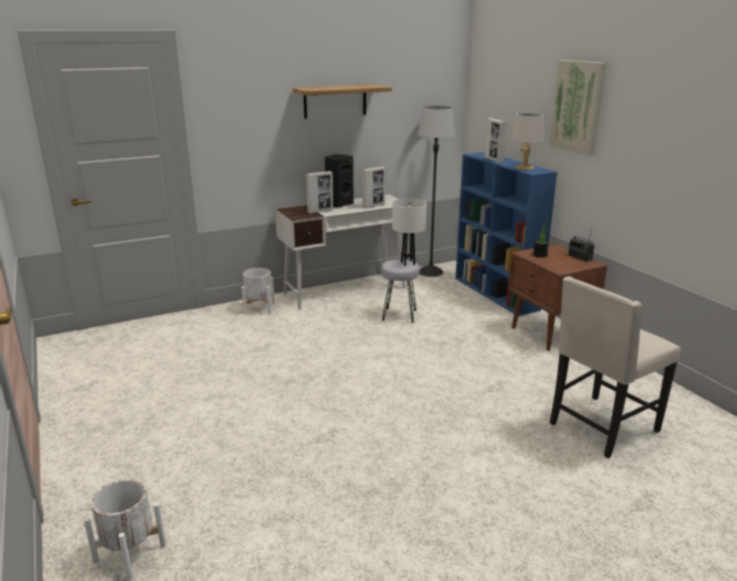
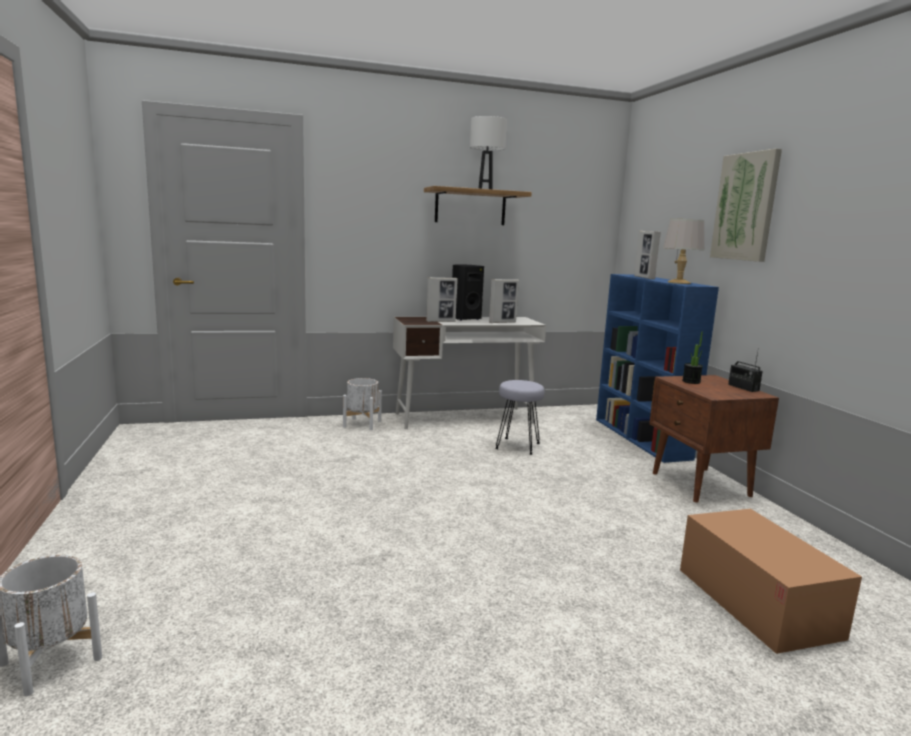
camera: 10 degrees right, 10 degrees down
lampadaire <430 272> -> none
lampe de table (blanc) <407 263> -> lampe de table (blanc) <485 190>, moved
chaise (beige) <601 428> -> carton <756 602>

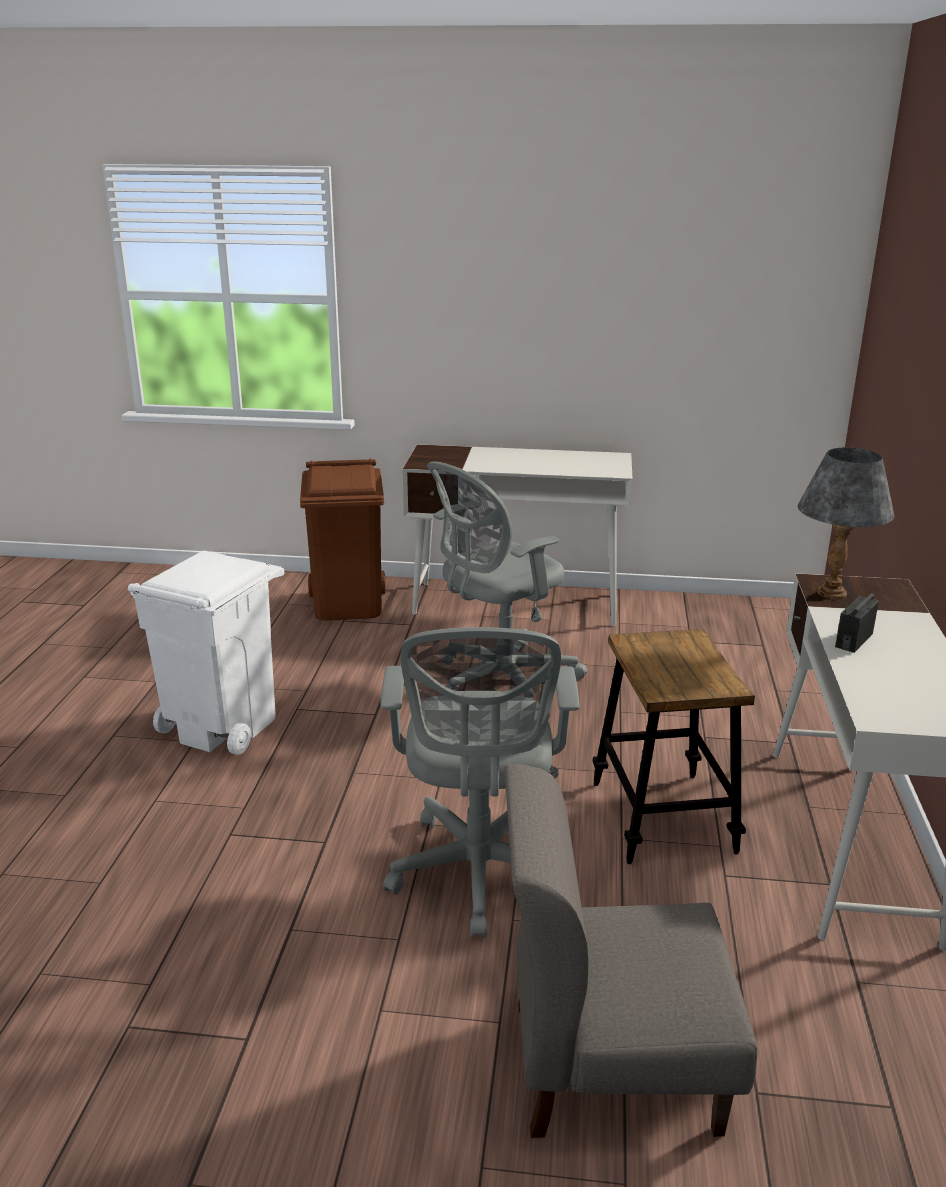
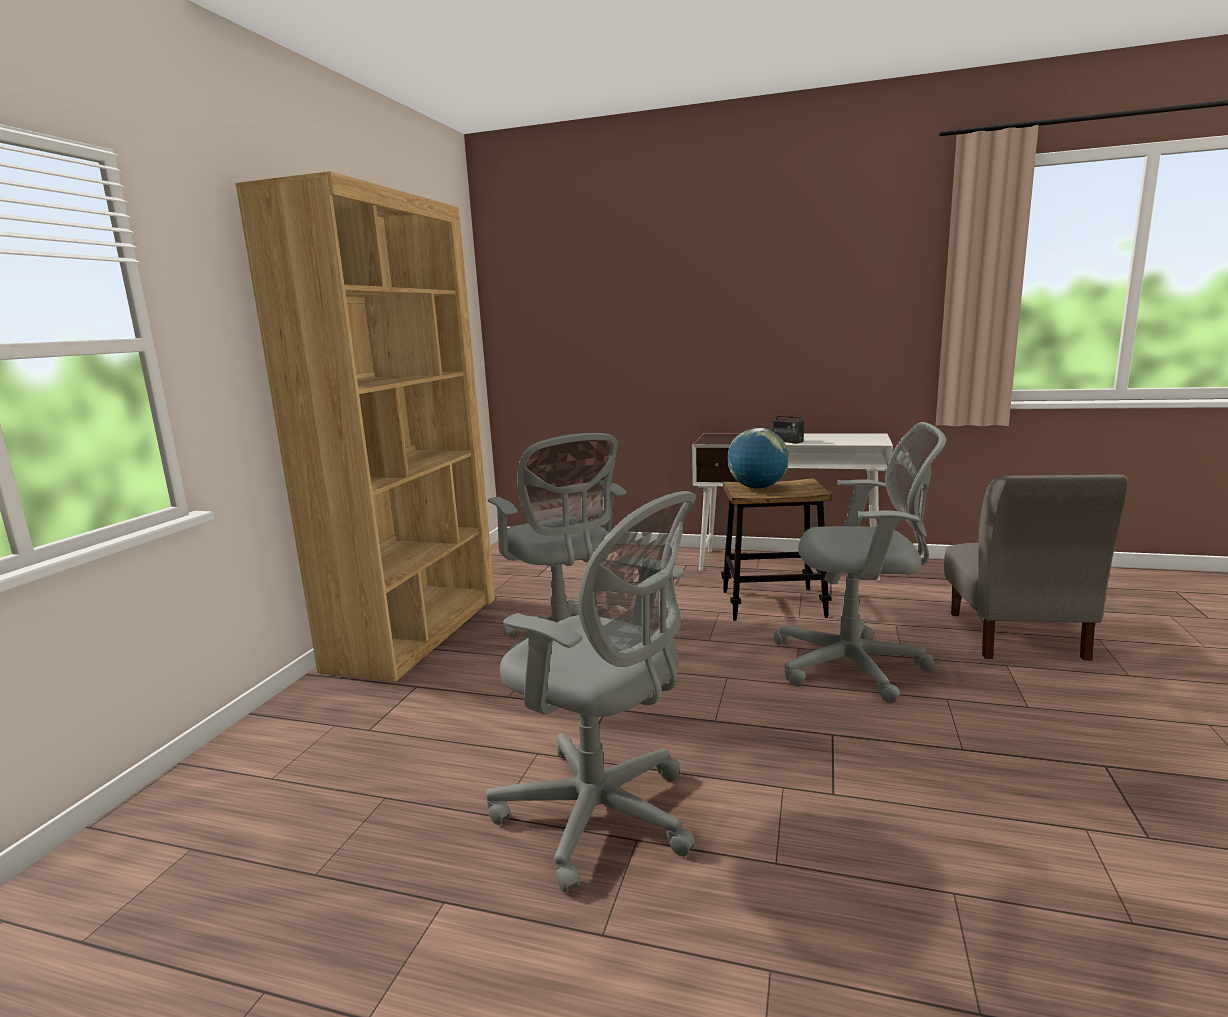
camera: 80 degrees left, 10 degrees down
bureau (blanc) <517 603> -> bibliothèque (marron) <416 631>
lampe de table (gris) <831 593> -> none
poubelle (marron) <348 604> -> none
poubelle (blanc) <222 726> -> chaise de bureau (gris) <603 816>
none -> globe <757 488>

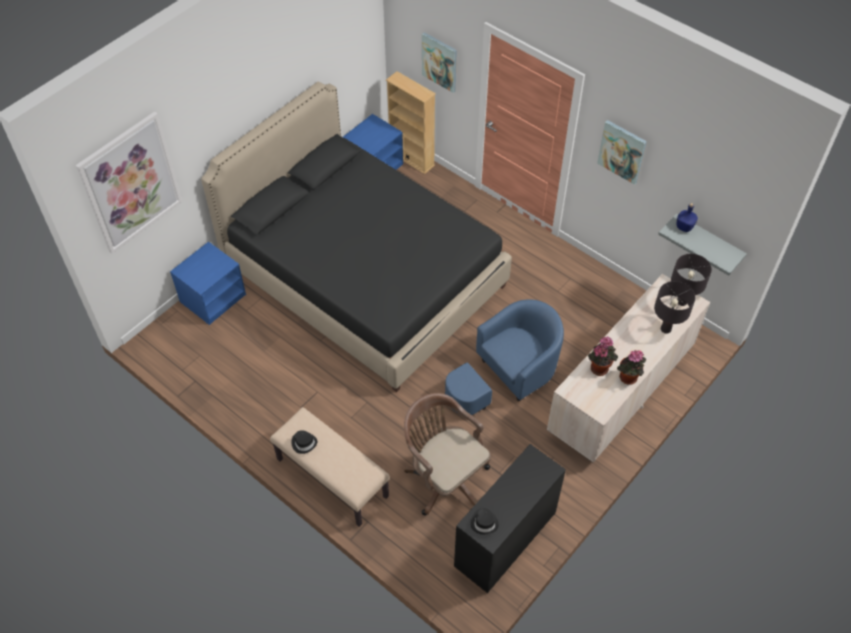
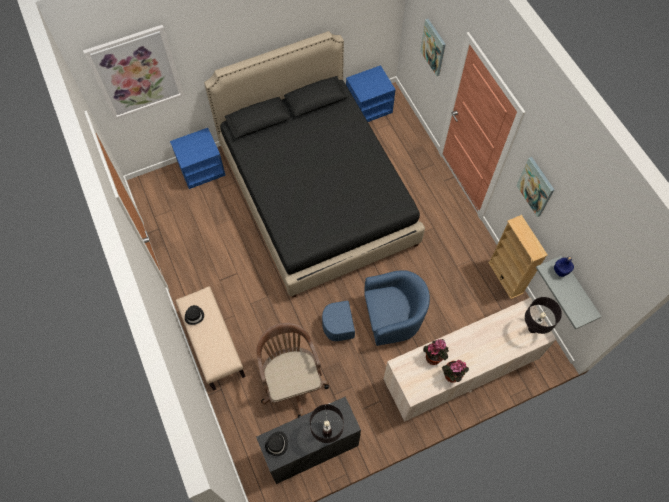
camera: 25 degrees right, 10 degrees up
bibliothèque (beige) <411 158> -> bibliothèque (beige) <505 277>, moved
lampe de table (noir) <665 329> -> lampe de table (noir) <327 432>, moved

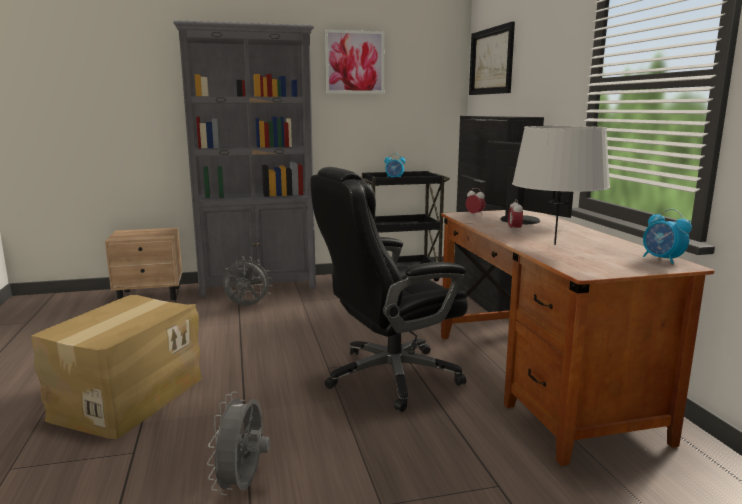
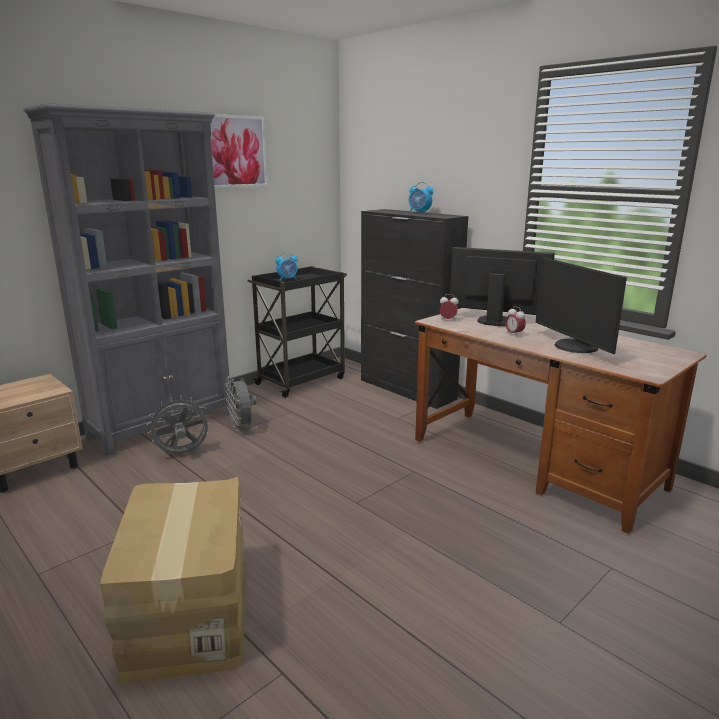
camera: 30 degrees left, 5 degrees up
tableau <491 61> -> none
lampe de table (gris) <555 245> -> écran d'ordinateur <574 347>
chaise de bureau (noir) <389 376> -> none
réveil <662 260> -> réveil <419 213>, moved
ventilateur (gris) <243 486> -> ventilateur (gris) <242 427>, moved

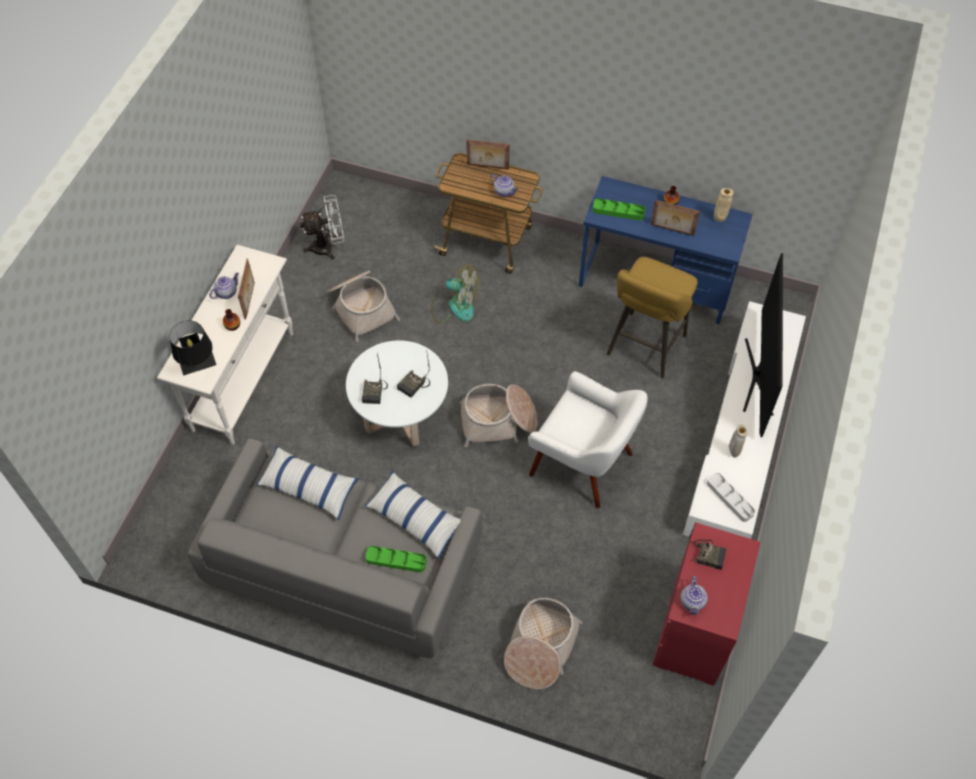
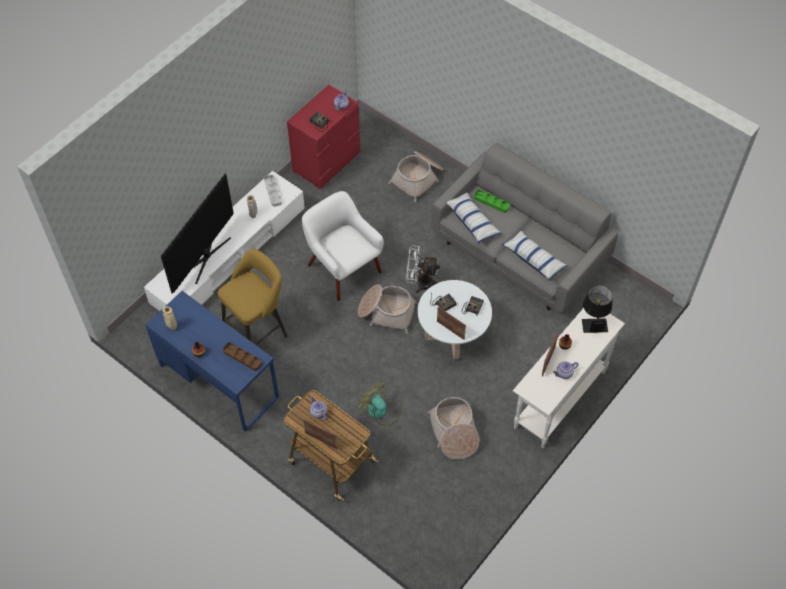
camera: 160 degrees left, 0 degrees up
ventilateur (blanc) <328 247> -> ventilateur (blanc) <420 282>, moved
plateau (vert) <618 211> -> plateau (marron) <242 358>
cadre photo <672 230> -> cadre photo <451 330>, moved

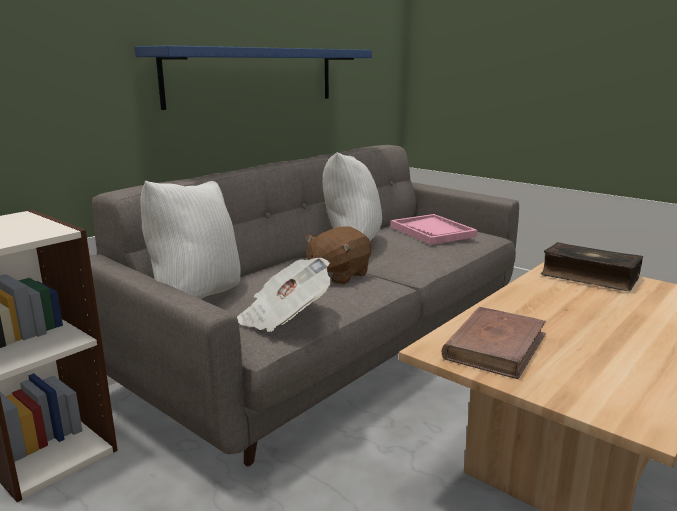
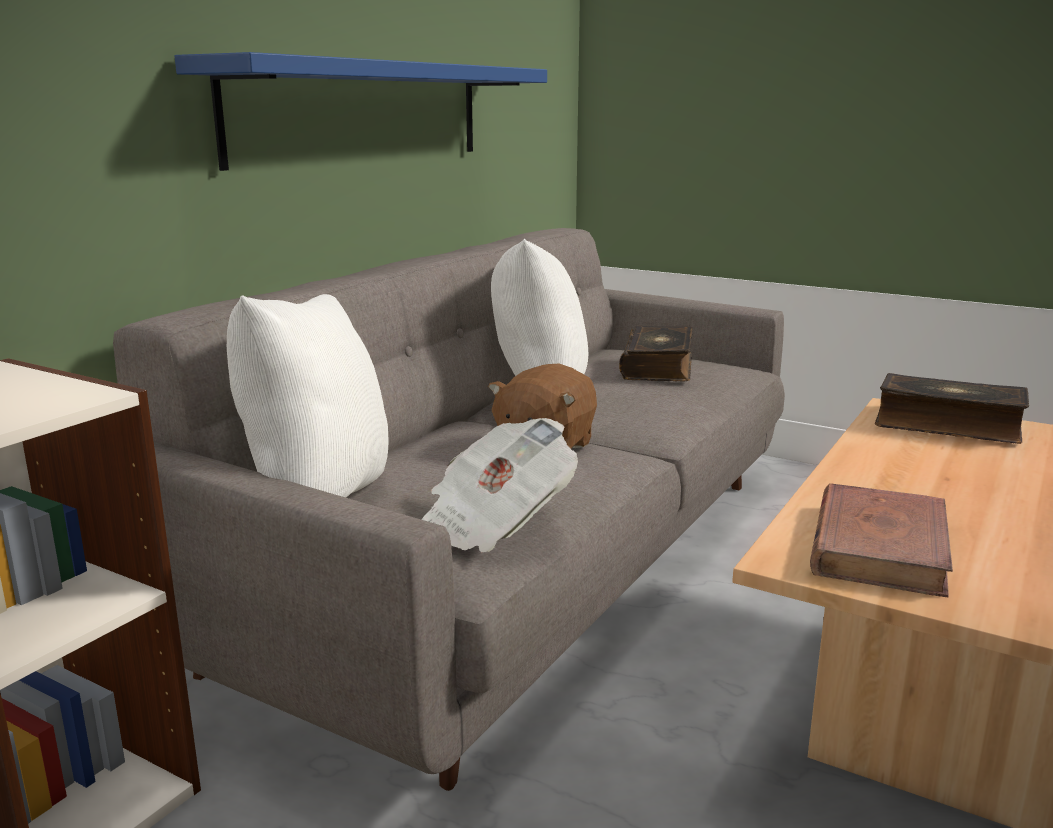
camera: 10 degrees left, 0 degrees up
plateau (rose) <432 231> -> livre <659 367>

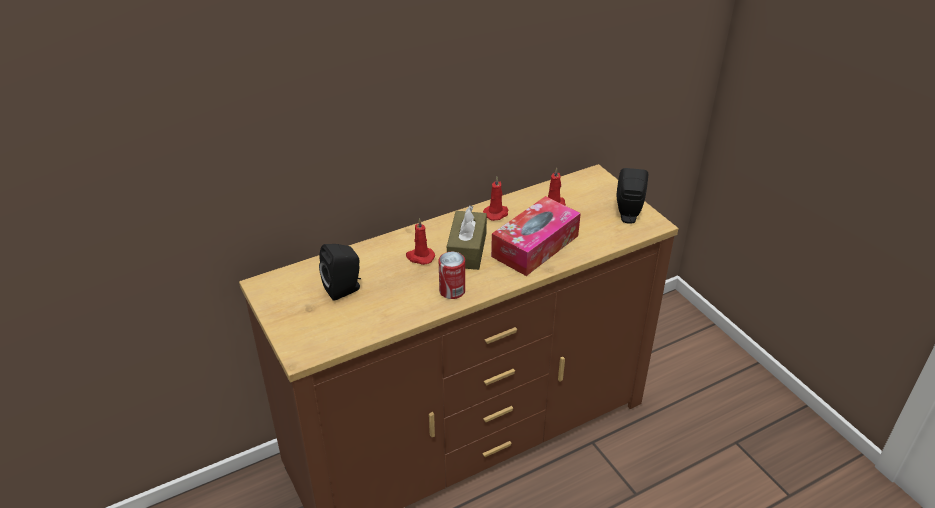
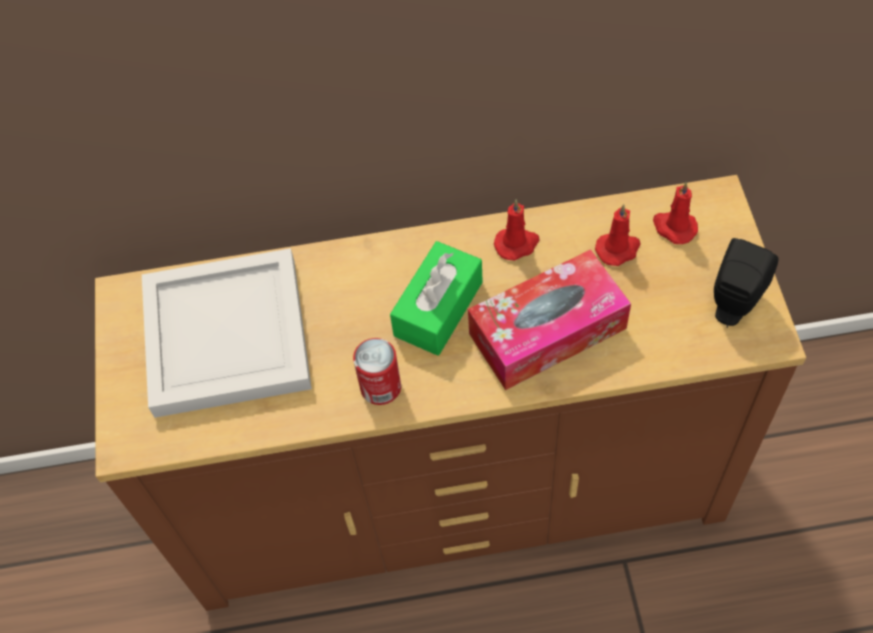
camera: 25 degrees right, 20 degrees up
boîte à mouchoirs (marron) <467 250> -> boîte à mouchoirs (vert) <438 309>
bougie (rouge) <420 257> -> bougie (rouge) <673 227>, moved
enceinte (noir) <344 289> -> plateau (blanc) <229 337>

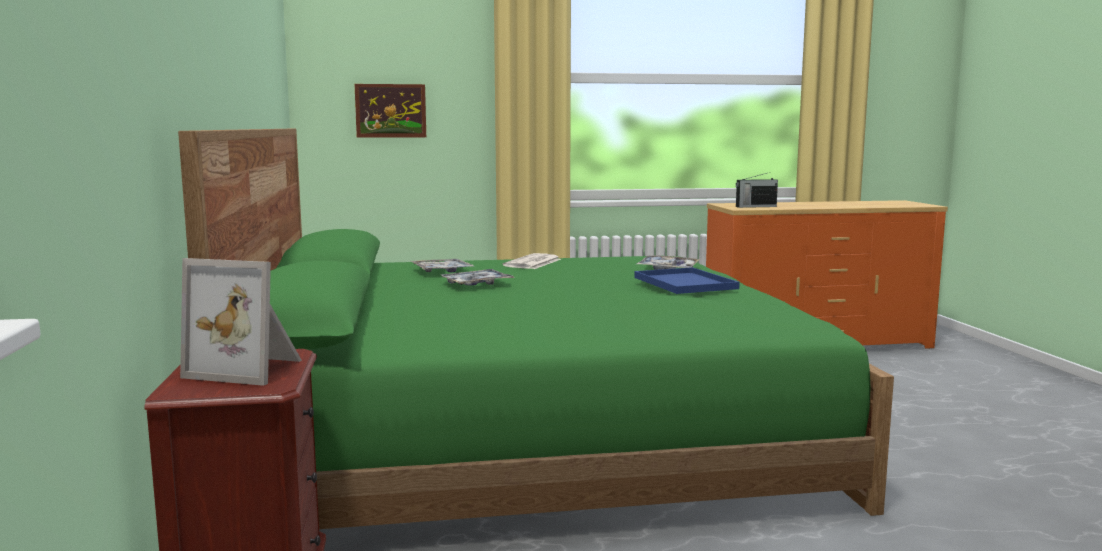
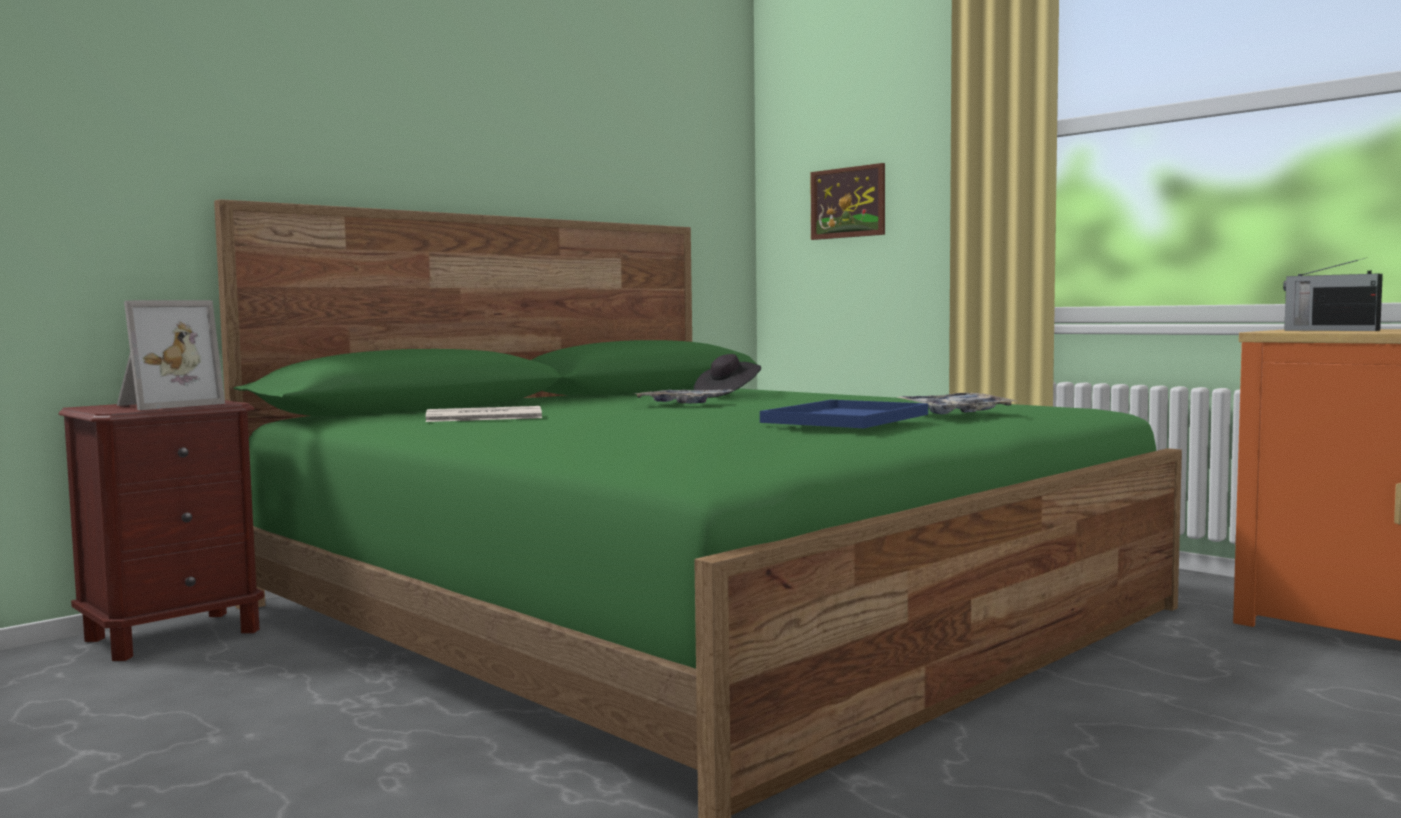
camera: 55 degrees right, 5 degrees down
journal <532 263> -> journal <482 417>, moved
cadre photo <249 369> -> cadre photo <165 405>, 120 degrees counterclockwise
plateau <442 271> -> chapeau (noir) <727 395>

